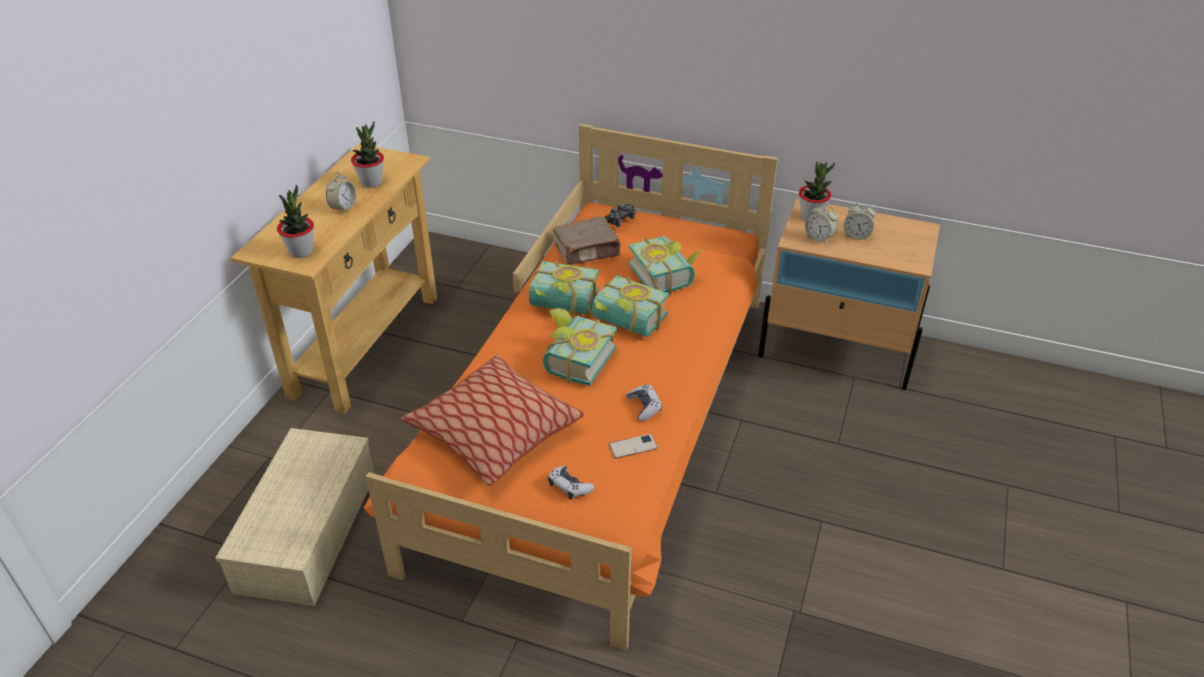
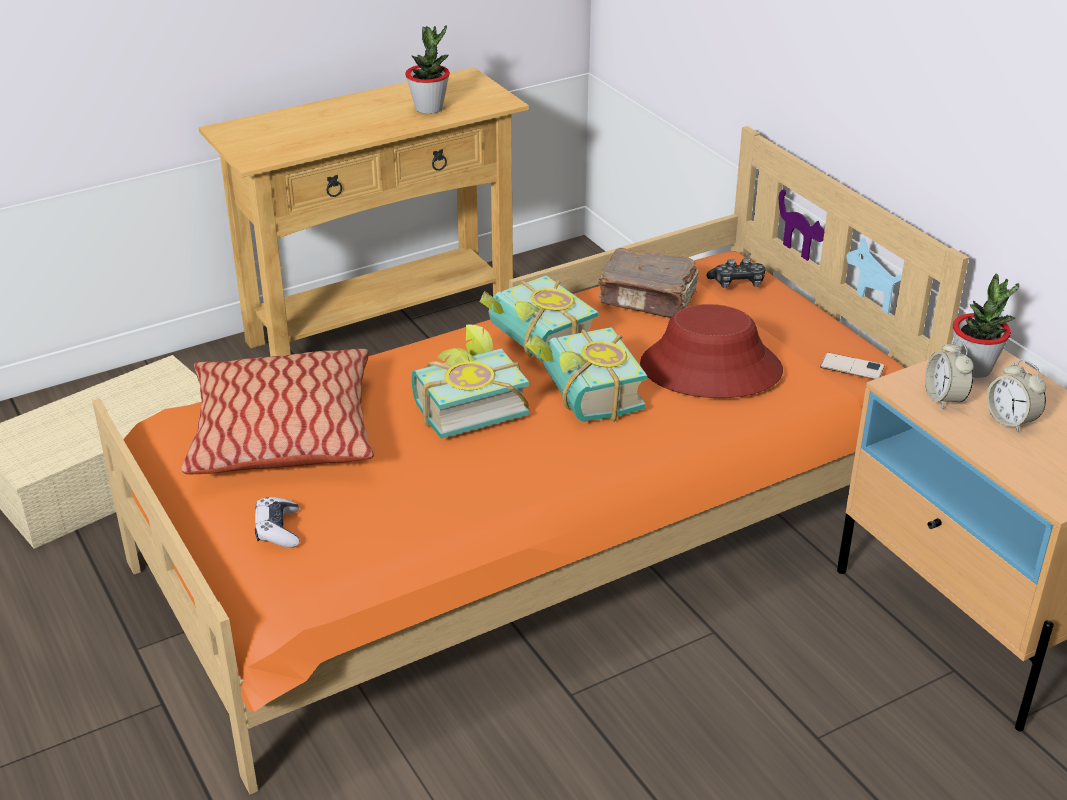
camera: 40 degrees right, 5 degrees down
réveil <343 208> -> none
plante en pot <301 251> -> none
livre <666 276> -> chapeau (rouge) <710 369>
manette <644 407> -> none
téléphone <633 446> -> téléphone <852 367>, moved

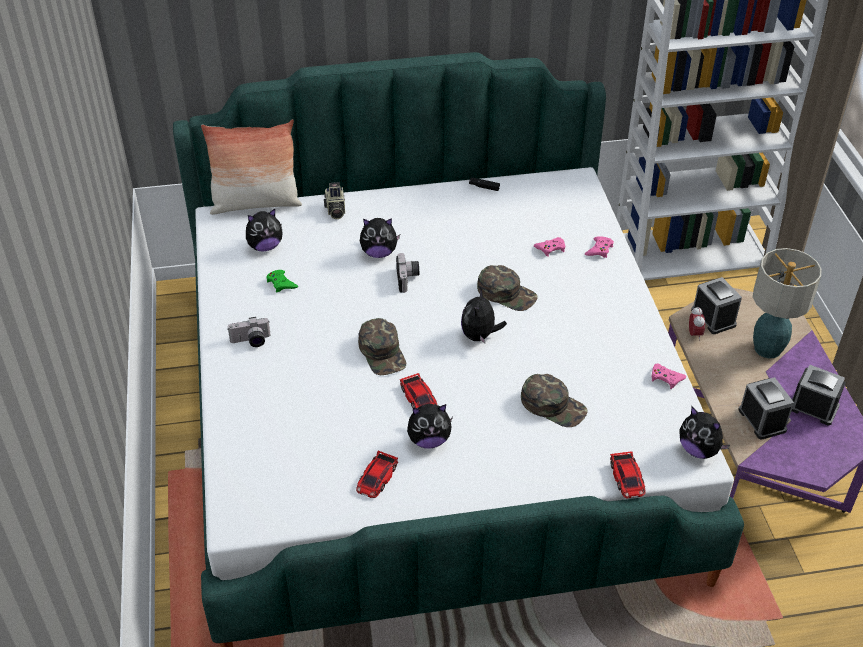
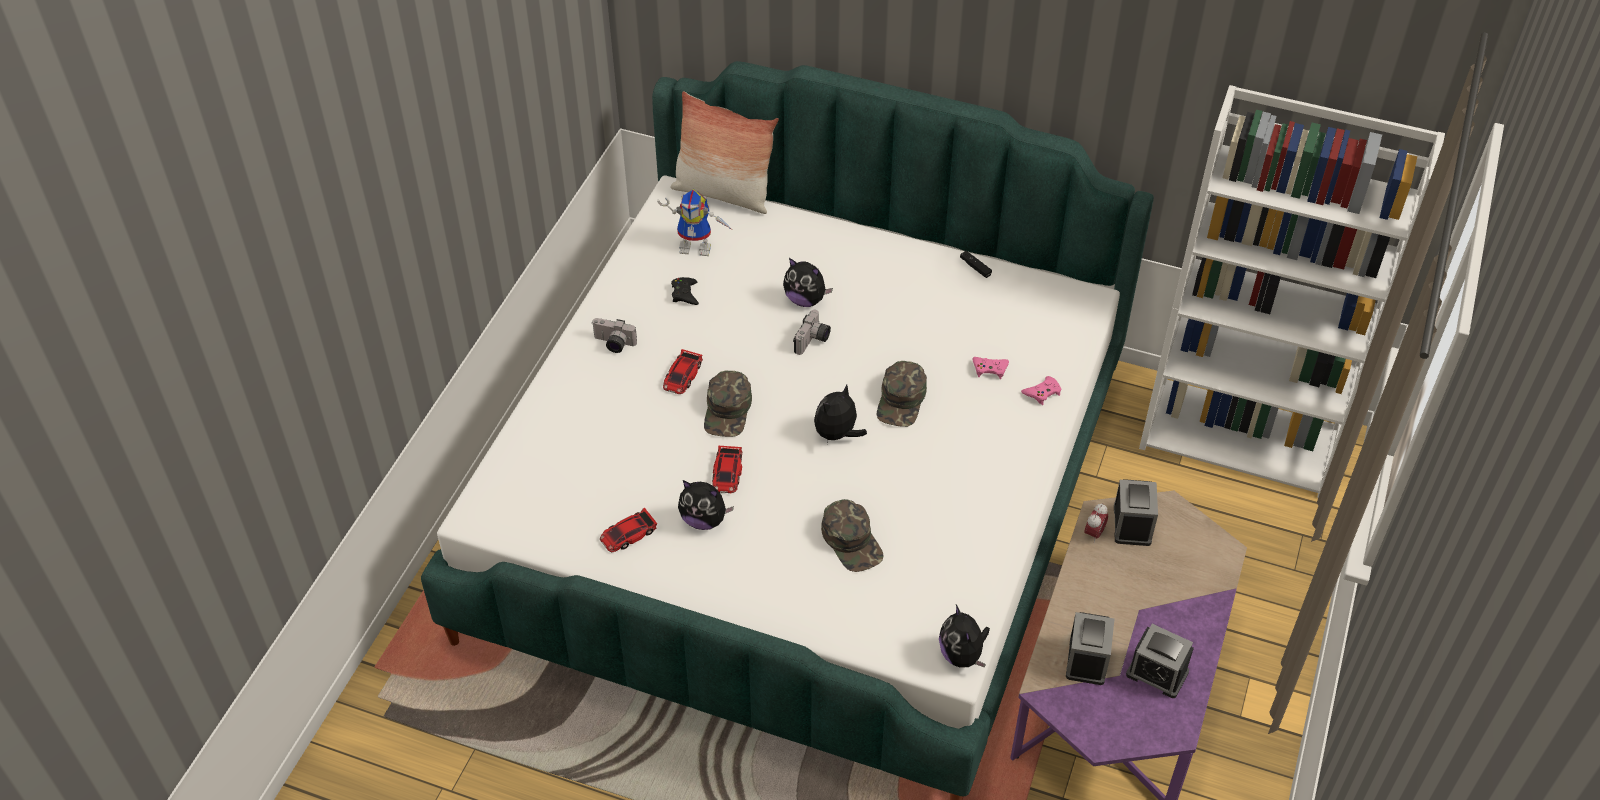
camera: 30 degrees right, 5 degrees up
appareil photo <335 210> -> none
peluche <265 246> -> robot jouet <698 246>
lampe de table <767 349> -> none
casquette (vert) <507 293> -> casquette (vert) <902 400>, 45 degrees clockwise
manette (vert) <281 283> -> manette (noir) <685 294>
manette (rose) <666 378> -> none
réveil <813 407> -> réveil <1157 673>, 150 degrees clockwise
petite voiture <627 478> -> petite voiture <682 376>, moved

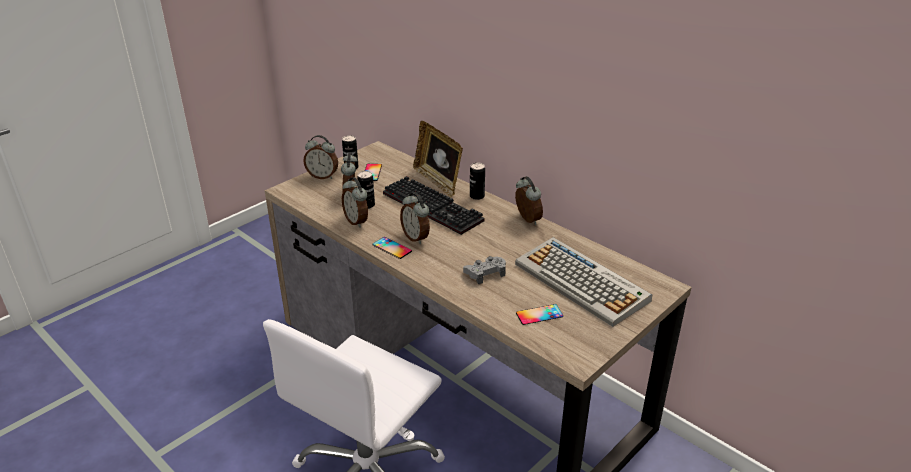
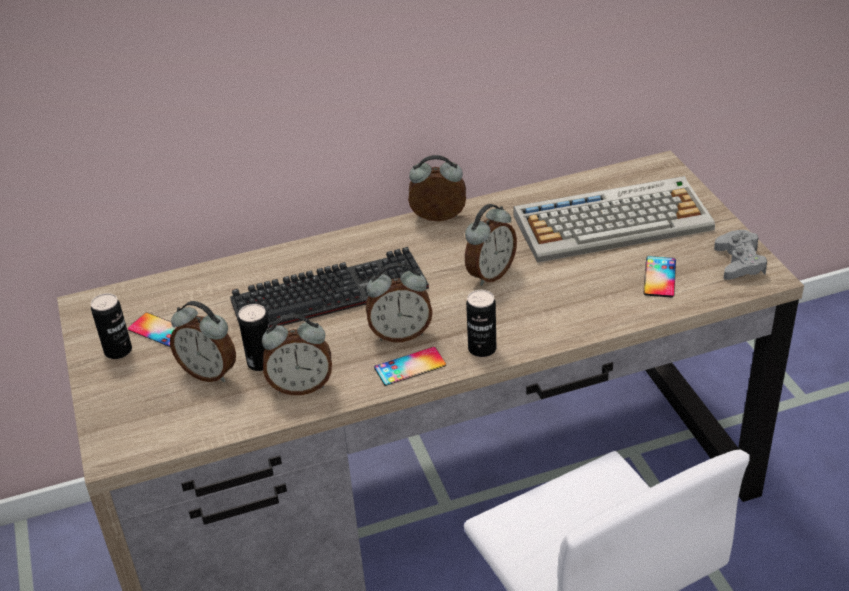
camera: 60 degrees left, 5 degrees up
cadre photo <438 181> -> none
réveil <323 176> -> réveil <489 274>, moved
boîte métallique <477 196> -> boîte métallique <482 349>, moved
manette (gris) <485 273> -> manette (gris) <739 262>, moved

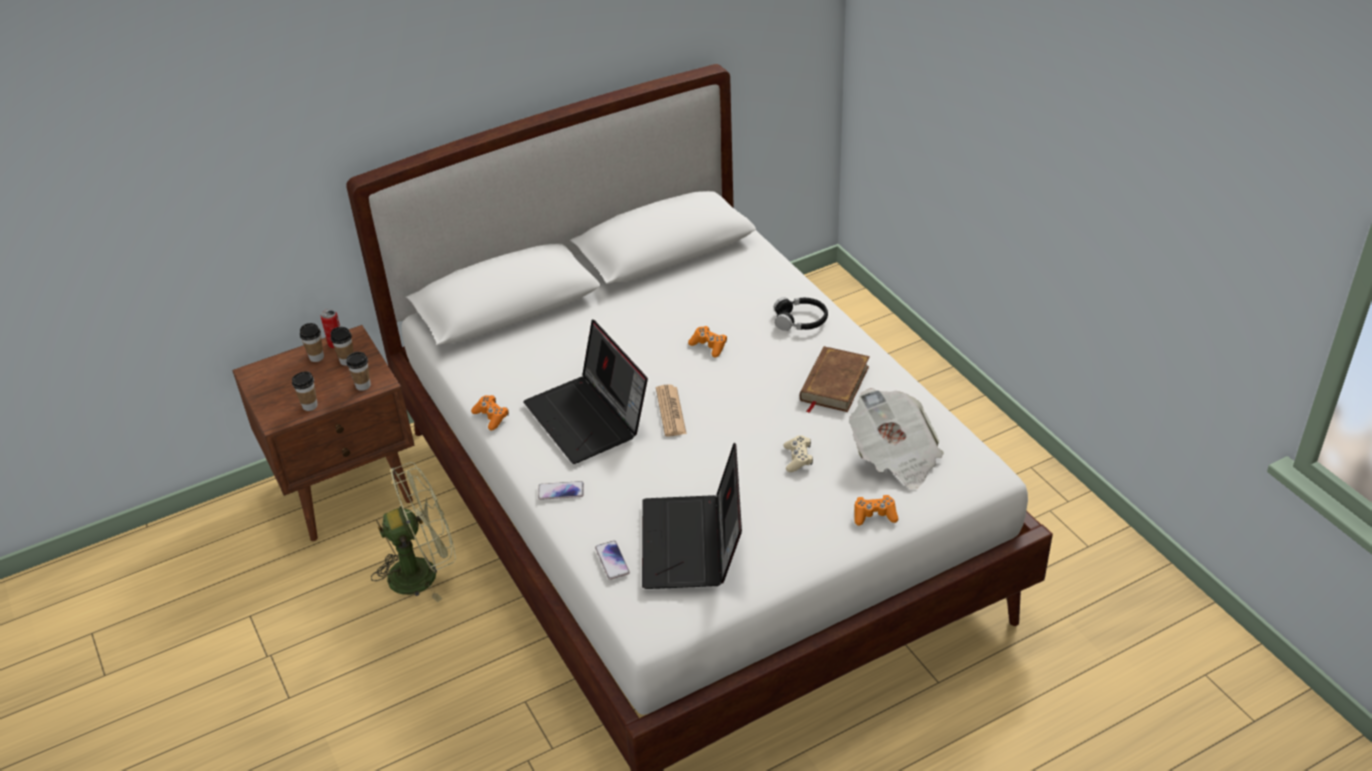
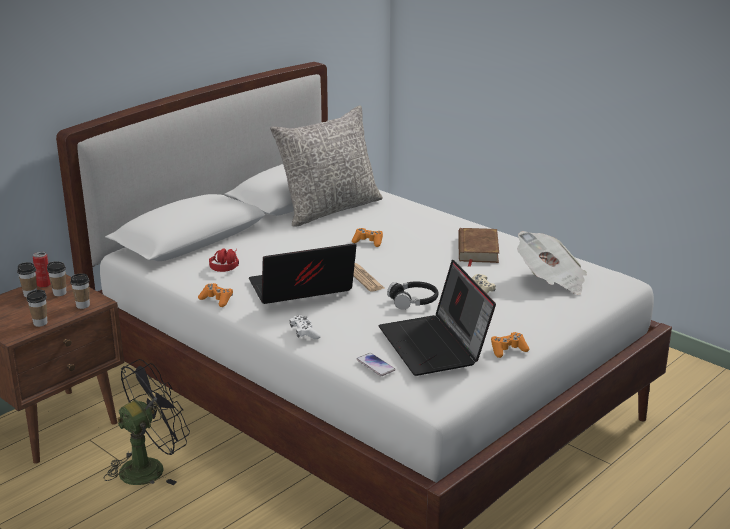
camera: 20 degrees left, 15 degrees down
casque audio (noir) <800 320> -> casque audio (noir) <413 301>, moved
ordinateur portable <589 418> -> ordinateur portable <300 290>, 120 degrees clockwise
ventilateur (vert) <423 571> -> ventilateur (noir) <150 467>
téléphone <561 491> -> manette (blanc) <304 333>
manette (orange) <874 515> -> manette (orange) <508 350>, moved
none -> coussin (gris) <329 209>
none -> casque audio (rouge) <226 265>

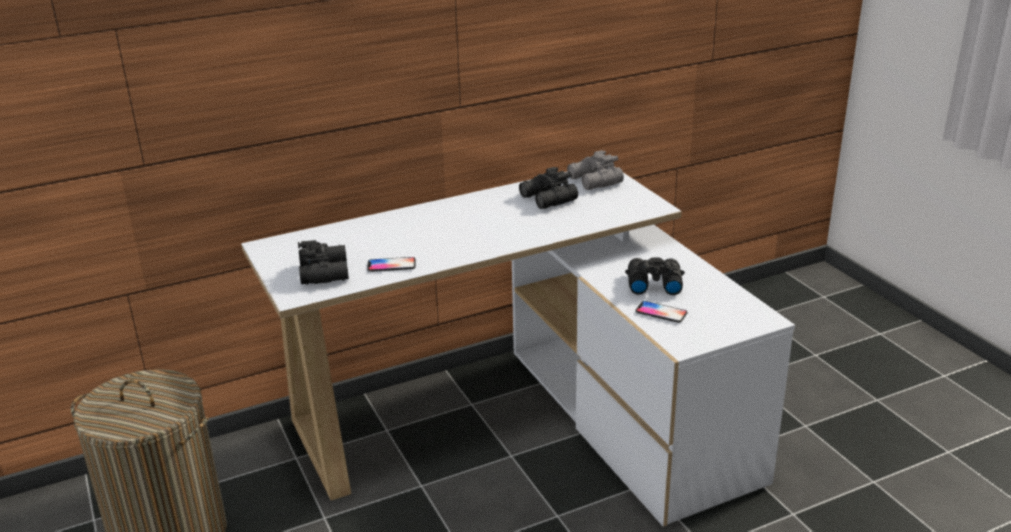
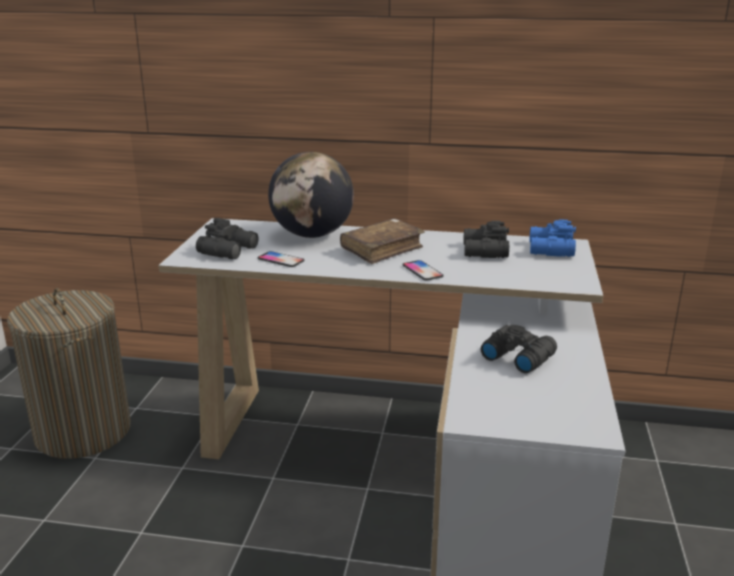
camera: 35 degrees right, 5 degrees down
jumelles (gris) <594 181> -> jumelles (bleu) <549 250>
téléphone <661 313> -> téléphone <422 271>, moved
none -> globe <312 235>
none -> livre (marron) <382 249>

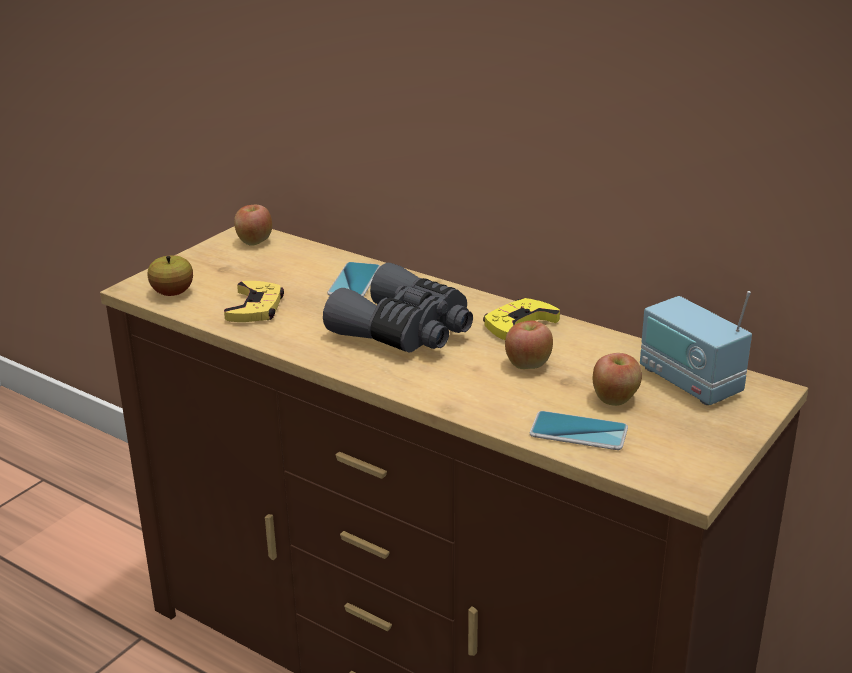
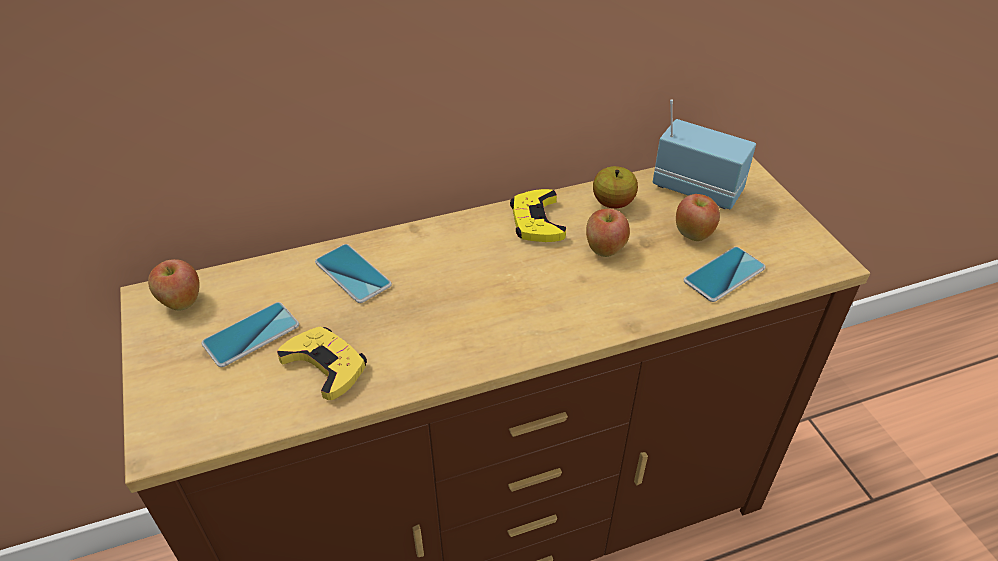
camera: 55 degrees left, 15 degrees up
pomme <172 293> -> pomme <613 203>, moved
jumelles (gris) <405 332> -> none
radio <689 382> -> radio <697 189>, 150 degrees counterclockwise
none -> téléphone <251 335>

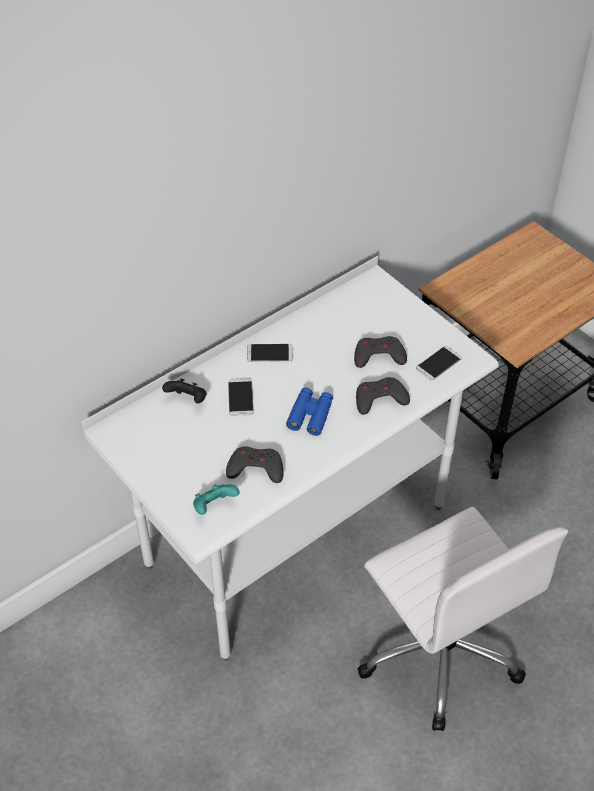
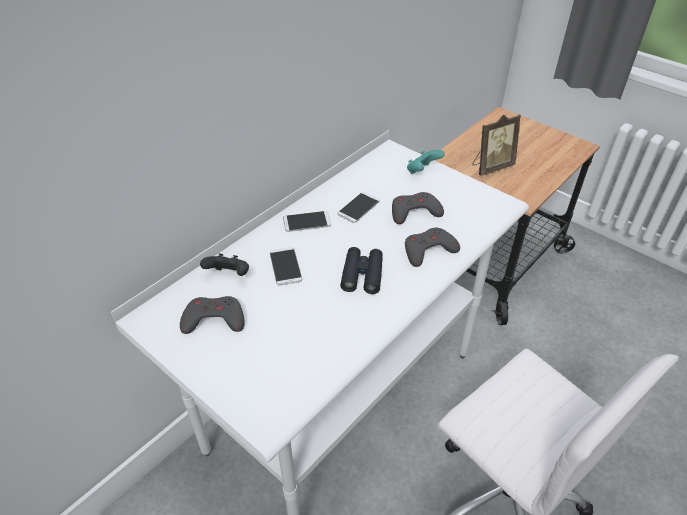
camera: 10 degrees left, 5 degrees down
téléphone <438 363> -> téléphone <358 208>, moved
jumelles (bleu) <310 415> -> jumelles (noir) <362 274>
manette (gris) <255 468> -> manette (gris) <214 319>, moved
manette (turquoise) <214 506> -> manette (turquoise) <422 171>, moved
none -> cadre photo <491 167>

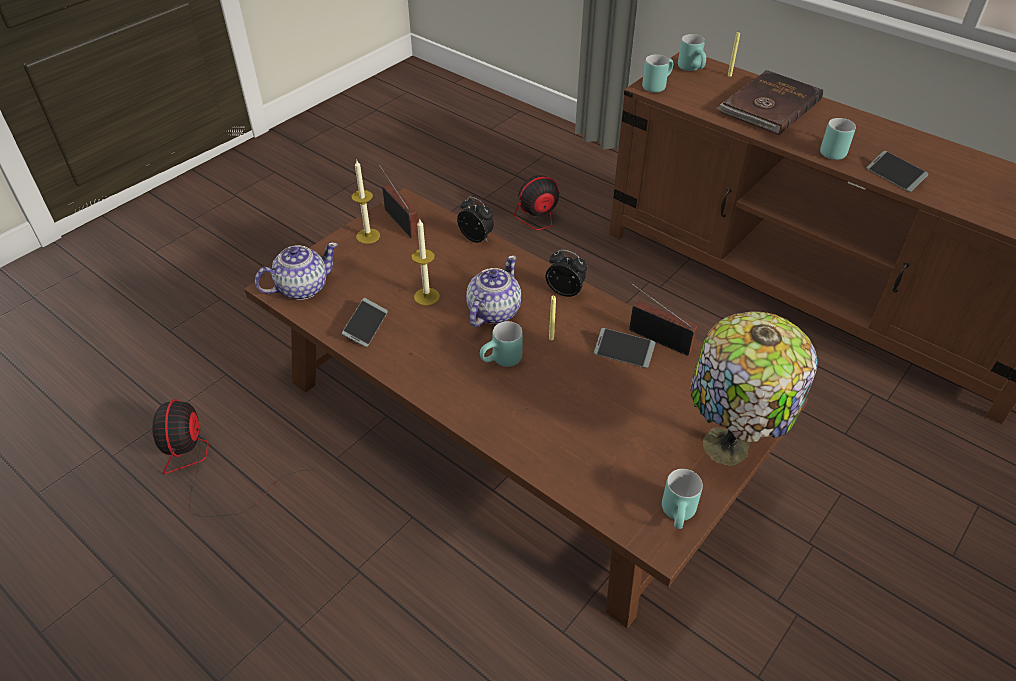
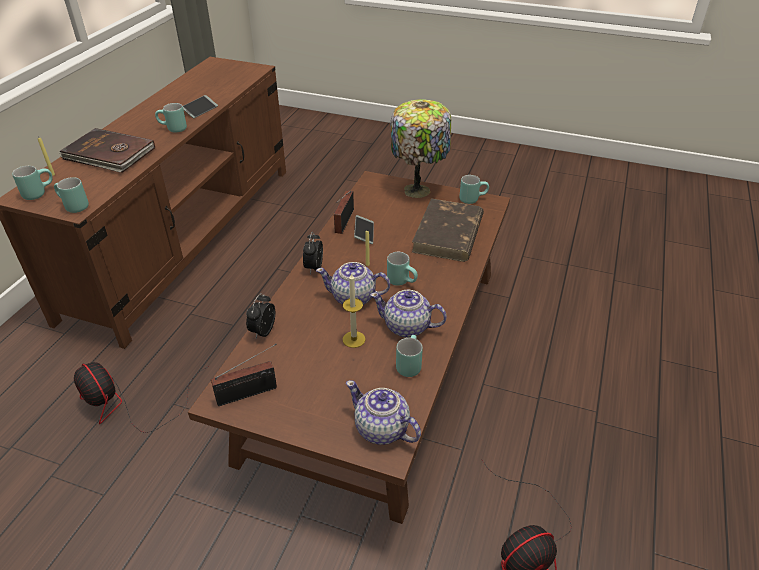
camera: 110 degrees left, 5 degrees down
bougie <368 236> -> none
radio <400 220> -> radio <250 393>, 150 degrees counterclockwise
téléphone <366 326> -> mug (turquoise) <408 364>
none -> livre (marron) <448 234>
none -> théière <407 327>

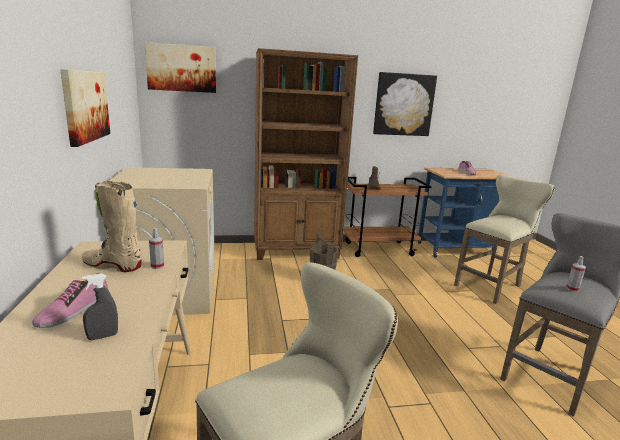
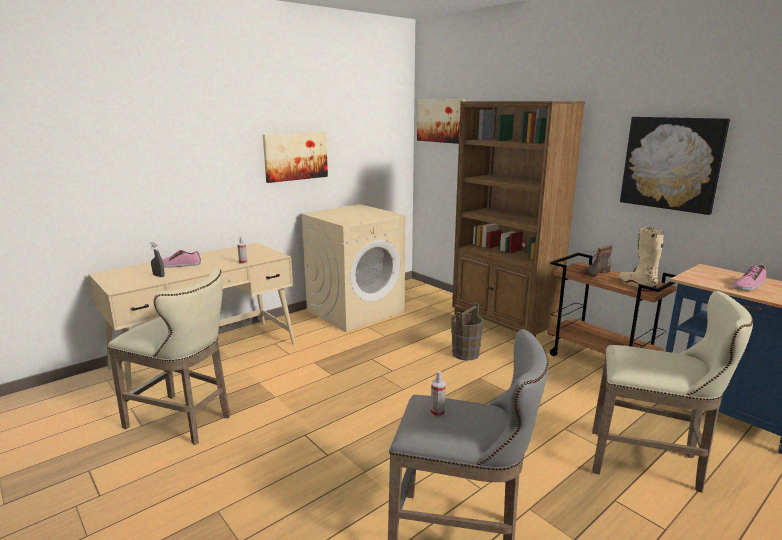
camera: 60 degrees right, 0 degrees up
botte (beige) <113 266> -> botte (beige) <637 286>, moved

